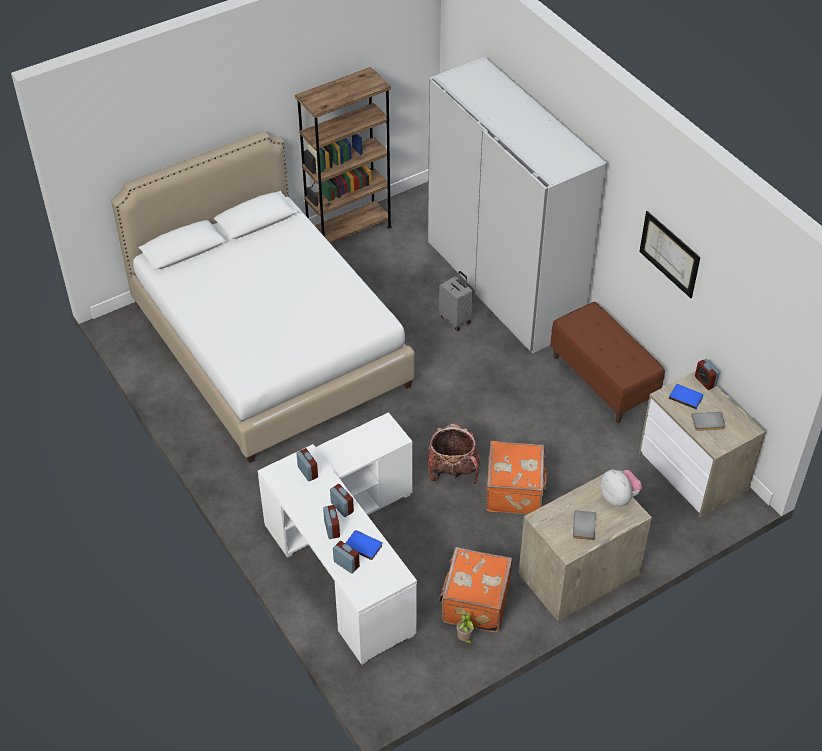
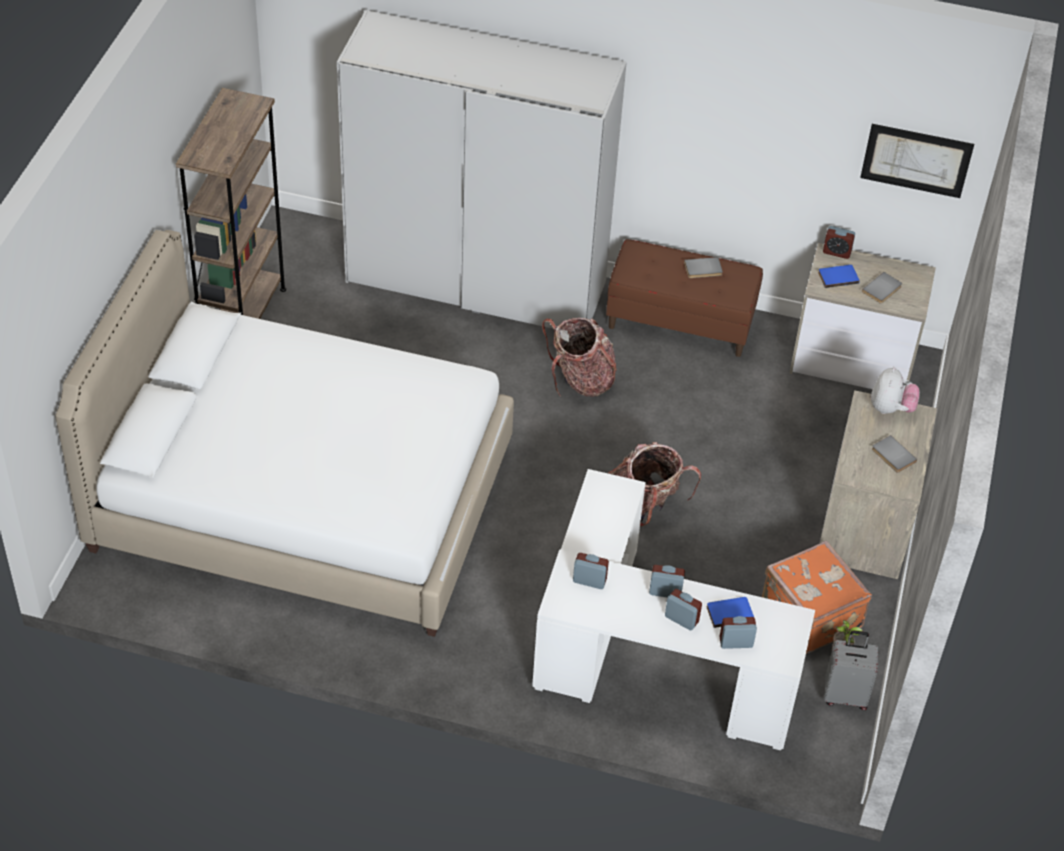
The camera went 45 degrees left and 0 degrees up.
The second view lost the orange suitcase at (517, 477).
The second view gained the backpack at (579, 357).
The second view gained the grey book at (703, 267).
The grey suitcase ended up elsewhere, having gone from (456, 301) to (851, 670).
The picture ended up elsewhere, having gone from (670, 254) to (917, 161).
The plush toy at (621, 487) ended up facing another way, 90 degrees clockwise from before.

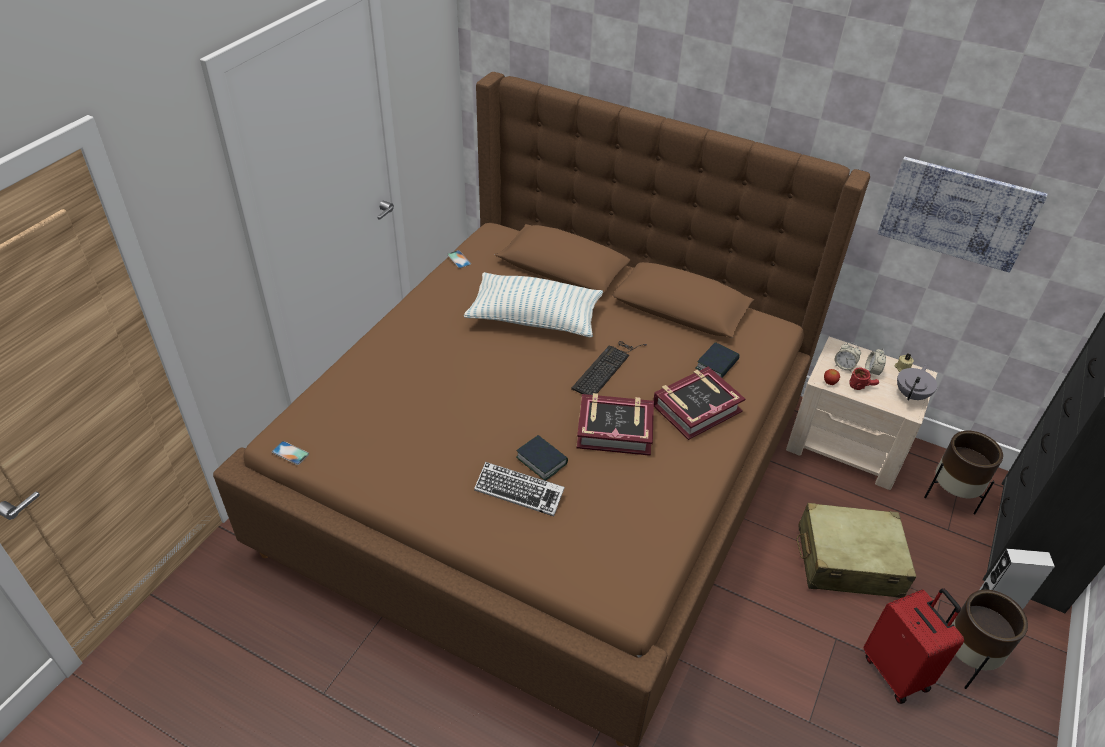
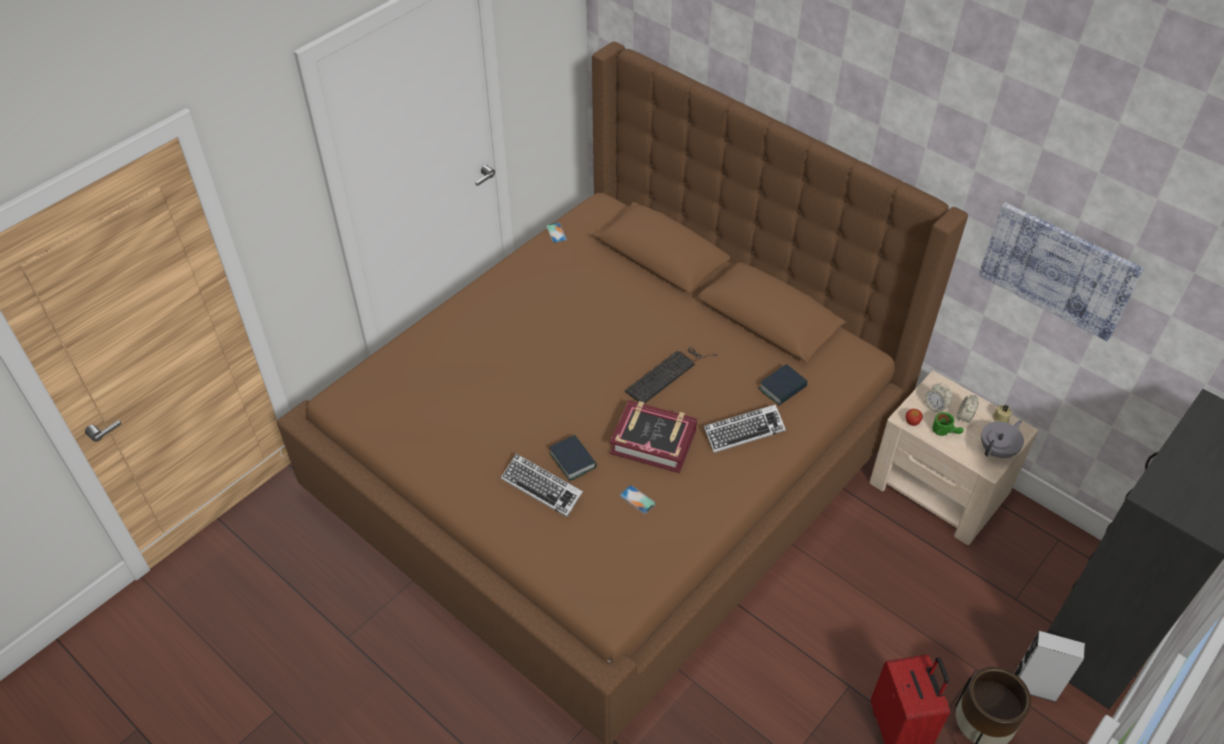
The camera went 15 degrees right and 5 degrees up.
The second view lost the pillow at (533, 305).
The second view lost the beige suitcase at (856, 550).
The second view lost the brown planter at (963, 473).
The phone ended up elsewhere, having gone from (290, 453) to (638, 499).
Where the book stood at (699, 403), the keyboard came to stand at (744, 428).
What was the red mug at (864, 378) turned into the green mug at (948, 424).

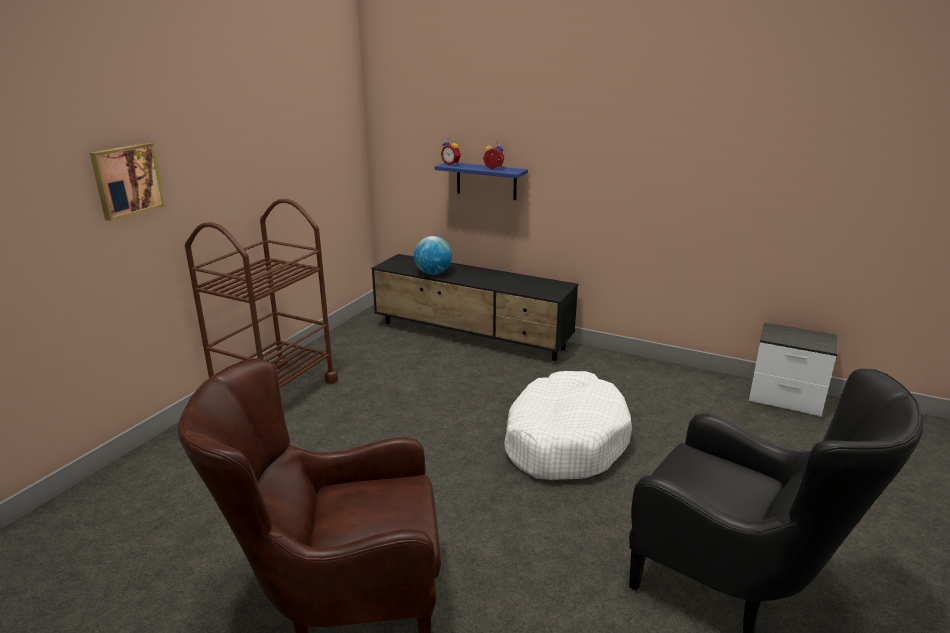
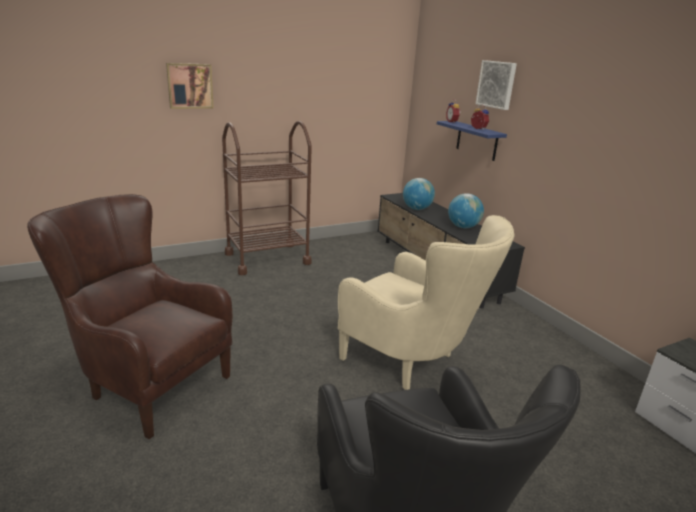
The camera went 35 degrees right and 0 degrees up.
The second view gained the globe at (466, 210).
The second view gained the picture at (496, 85).
Where the white dog bed stood at (568, 425), the beige armchair came to stand at (426, 302).

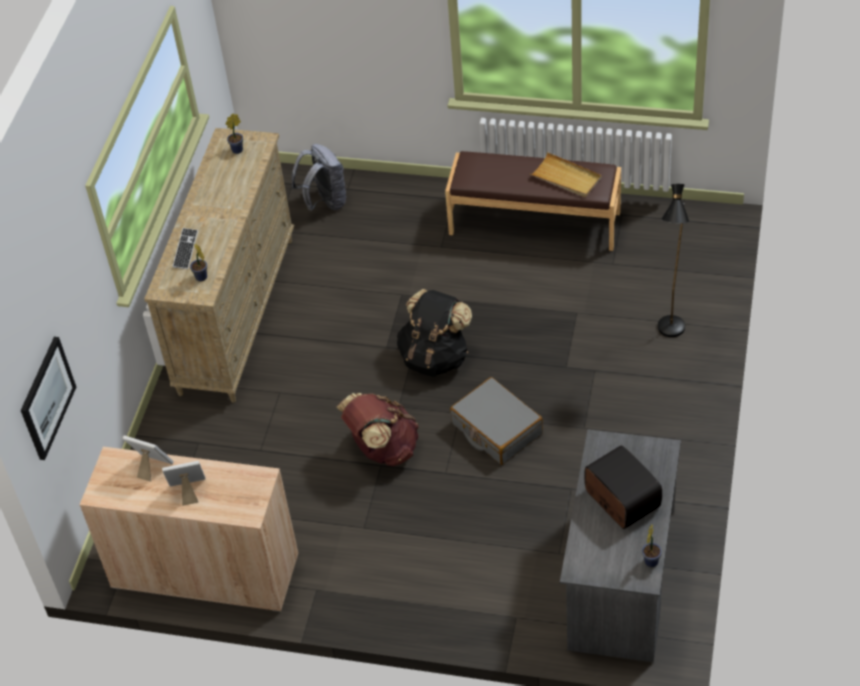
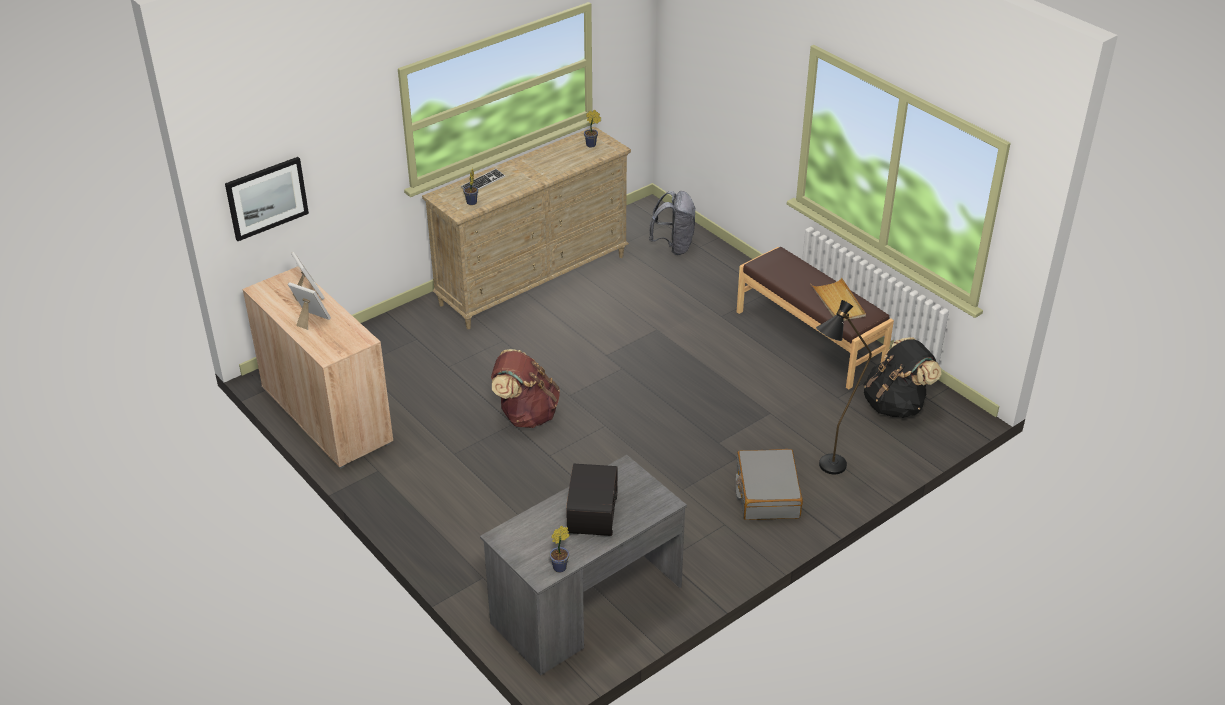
The camera went 35 degrees right and 10 degrees down.
The black backpack ended up elsewhere, having gone from (434, 333) to (903, 377).
The grey suitcase ended up elsewhere, having gone from (496, 421) to (769, 484).

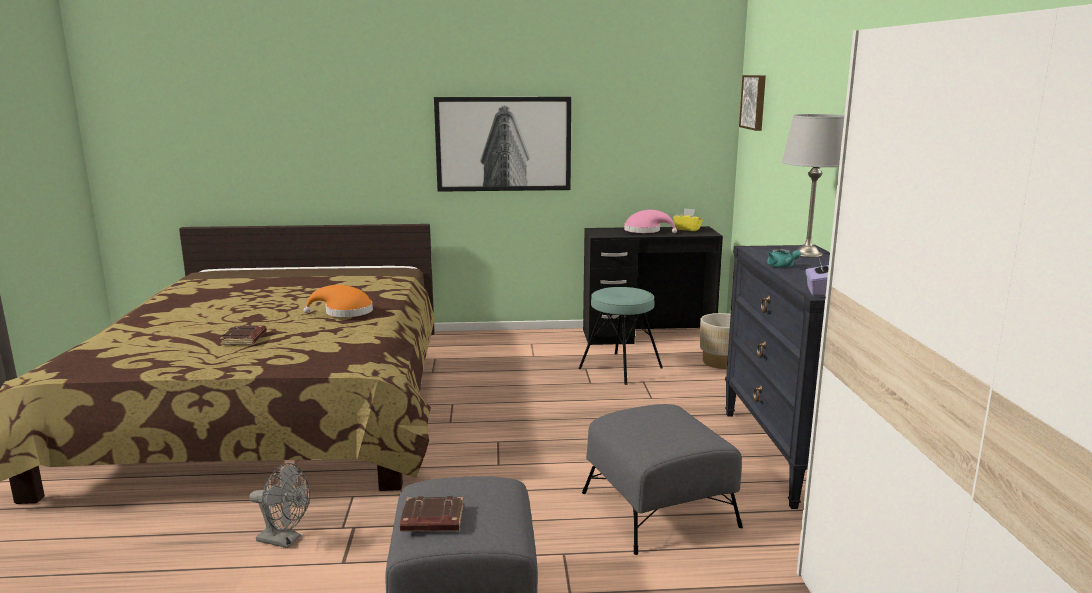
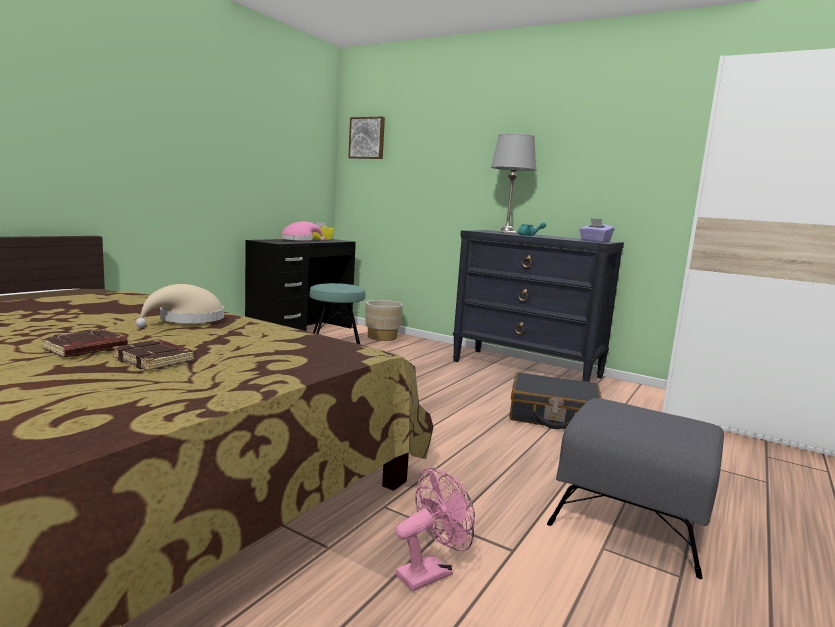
The camera went 55 degrees left and 5 degrees down.
The second view lost the picture at (502, 144).
The brown book ended up elsewhere, having gone from (432, 513) to (84, 343).
Where the grey ottoman stood at (662, 479), the black suitcase came to stand at (555, 400).
What was the grey fan at (279, 505) turned into the pink fan at (435, 529).
What was the orange hat at (338, 301) turned into the beige hat at (179, 306).

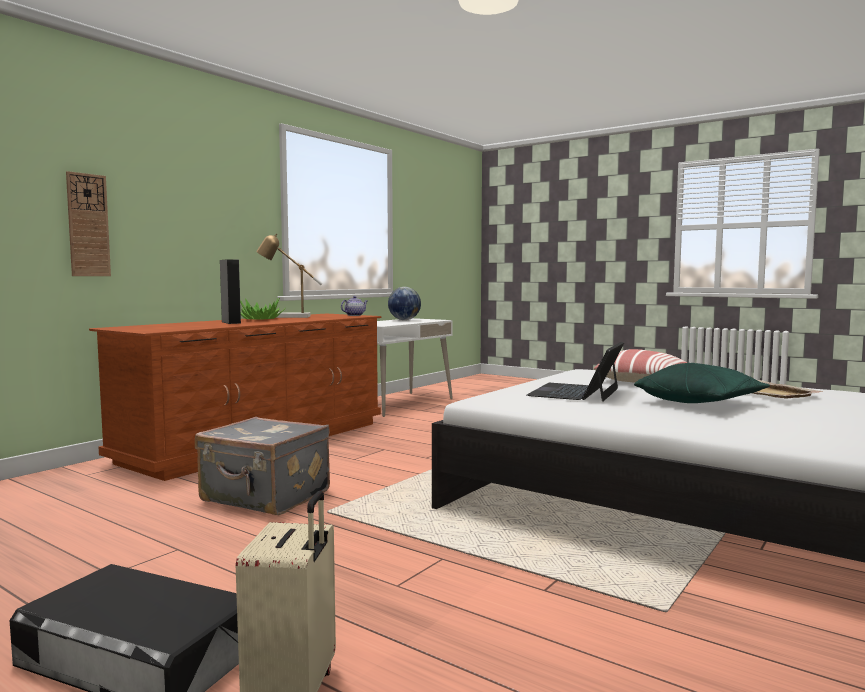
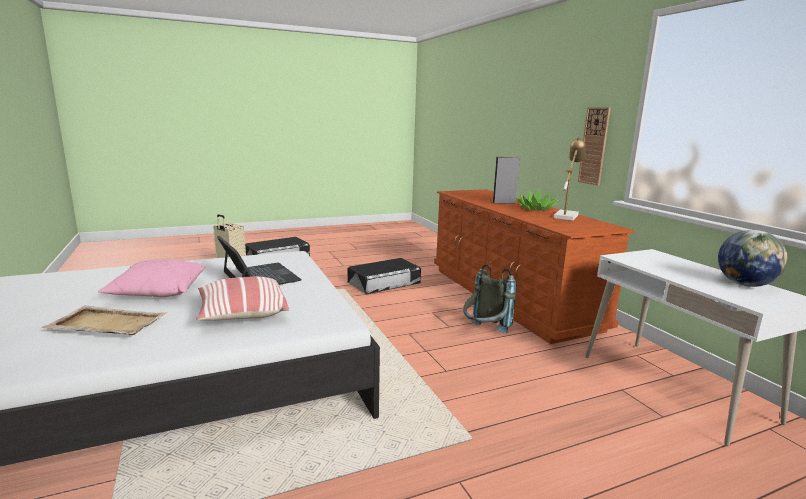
The camera went 120 degrees right and 10 degrees up.
The second view lost the teapot at (354, 306).
The second view gained the grey backpack at (490, 299).
The wall clock ended up elsewhere, having gone from (88, 223) to (594, 146).
Where the grey suitcase stood at (262, 466), the black storage box came to stand at (384, 276).
What was the green pillow at (702, 383) turned into the pink pillow at (151, 278).

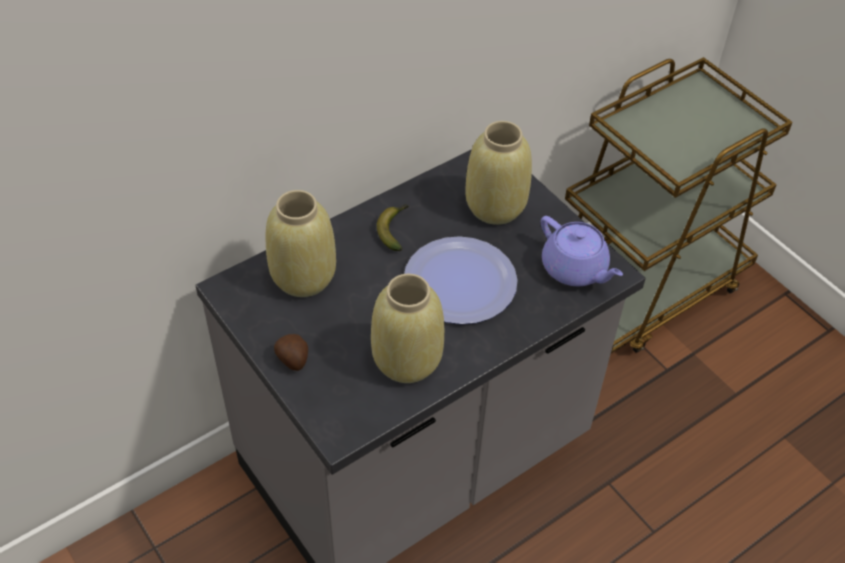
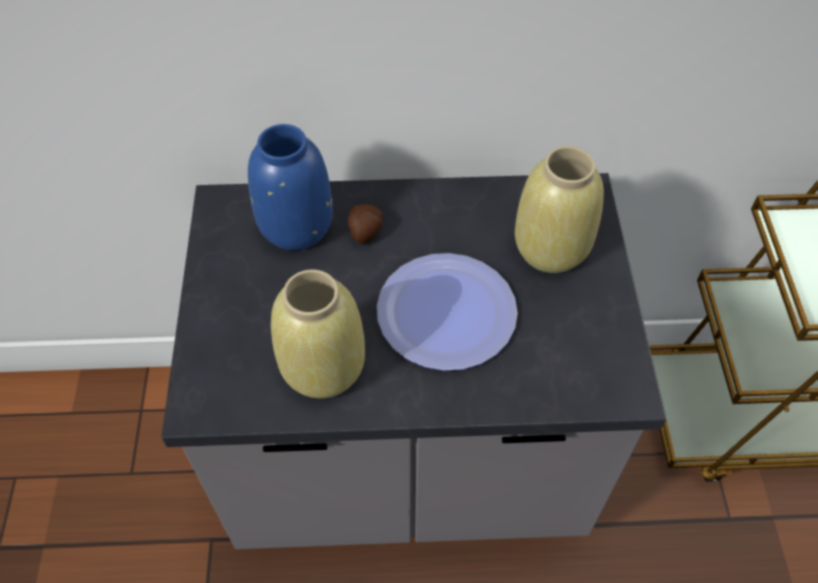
The camera went 35 degrees right and 5 degrees up.
The second view lost the banana at (393, 227).
The second view lost the purple teapot at (582, 251).
The potato ended up elsewhere, having gone from (291, 352) to (365, 224).
What was the beige vase at (300, 243) turned into the blue vase at (290, 187).

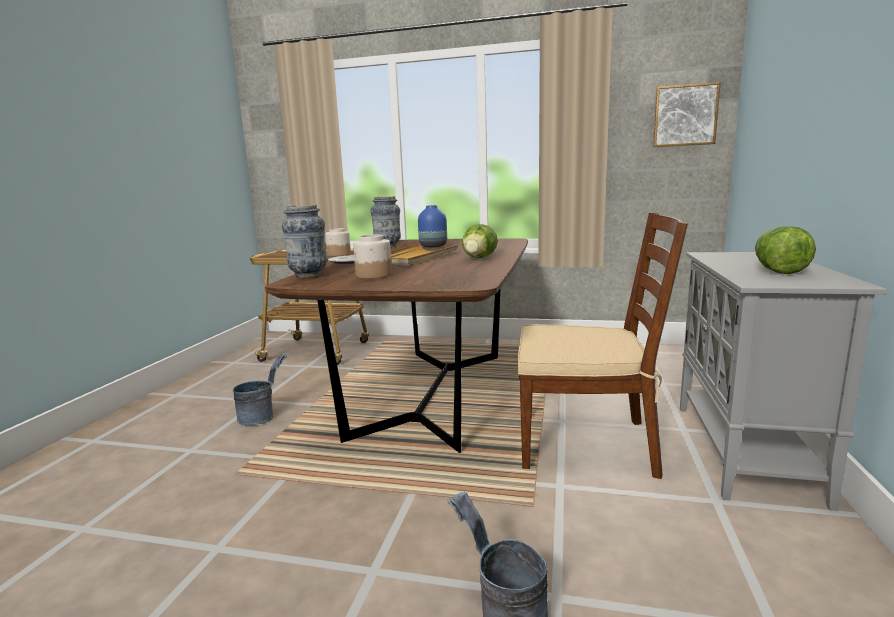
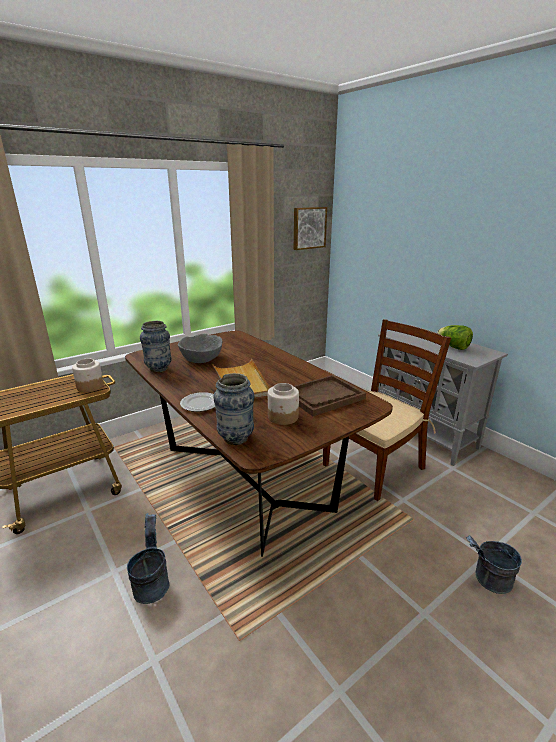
The camera went 50 degrees left and 10 degrees up.
The second view lost the lettuce at (480, 241).
The second view gained the brown tray at (329, 395).
Where the blue vase stood at (432, 226), the grey bowl came to stand at (200, 348).

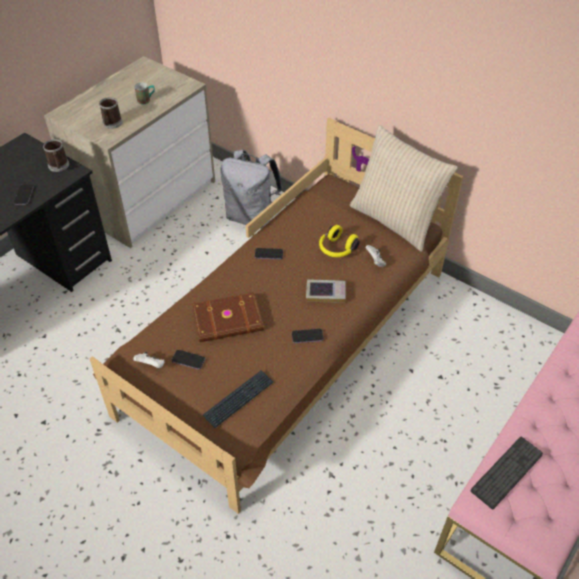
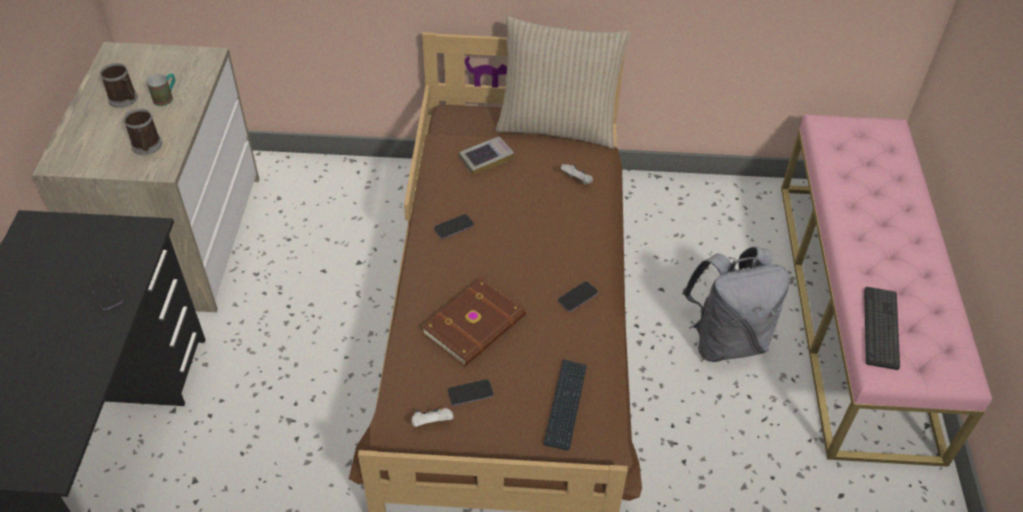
The camera went 35 degrees left and 0 degrees up.
The second view lost the yellow headphones at (339, 241).
The mug ended up elsewhere, having gone from (56, 155) to (119, 85).
The grey backpack ended up elsewhere, having gone from (251, 189) to (735, 304).
The book ended up elsewhere, having gone from (326, 291) to (486, 156).

